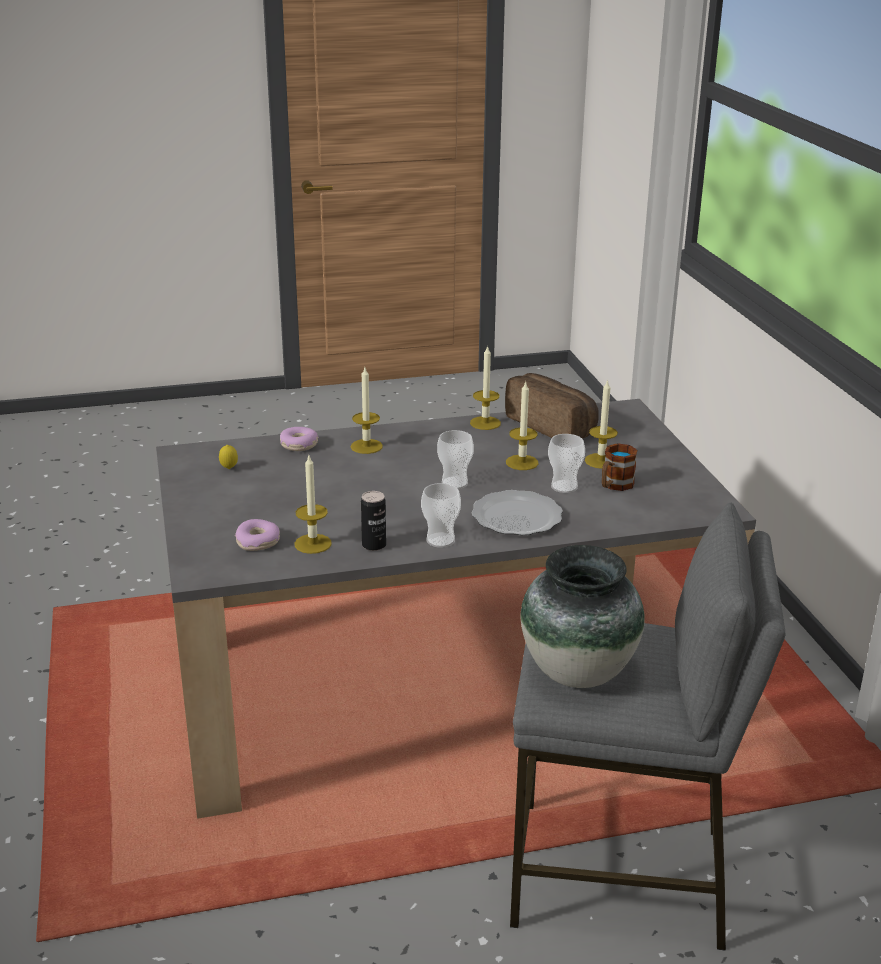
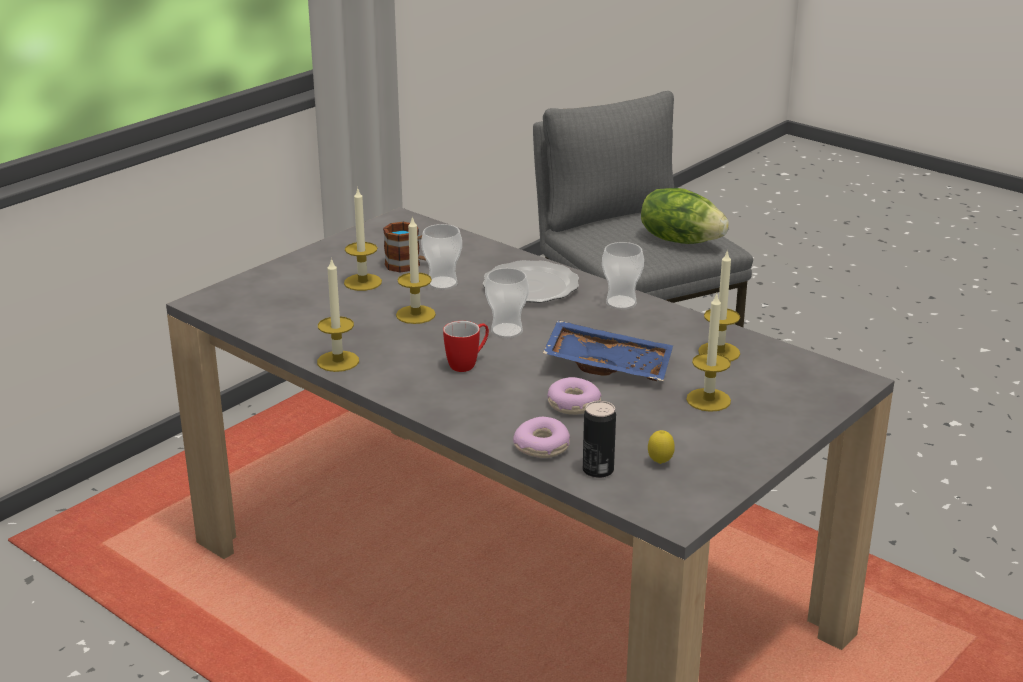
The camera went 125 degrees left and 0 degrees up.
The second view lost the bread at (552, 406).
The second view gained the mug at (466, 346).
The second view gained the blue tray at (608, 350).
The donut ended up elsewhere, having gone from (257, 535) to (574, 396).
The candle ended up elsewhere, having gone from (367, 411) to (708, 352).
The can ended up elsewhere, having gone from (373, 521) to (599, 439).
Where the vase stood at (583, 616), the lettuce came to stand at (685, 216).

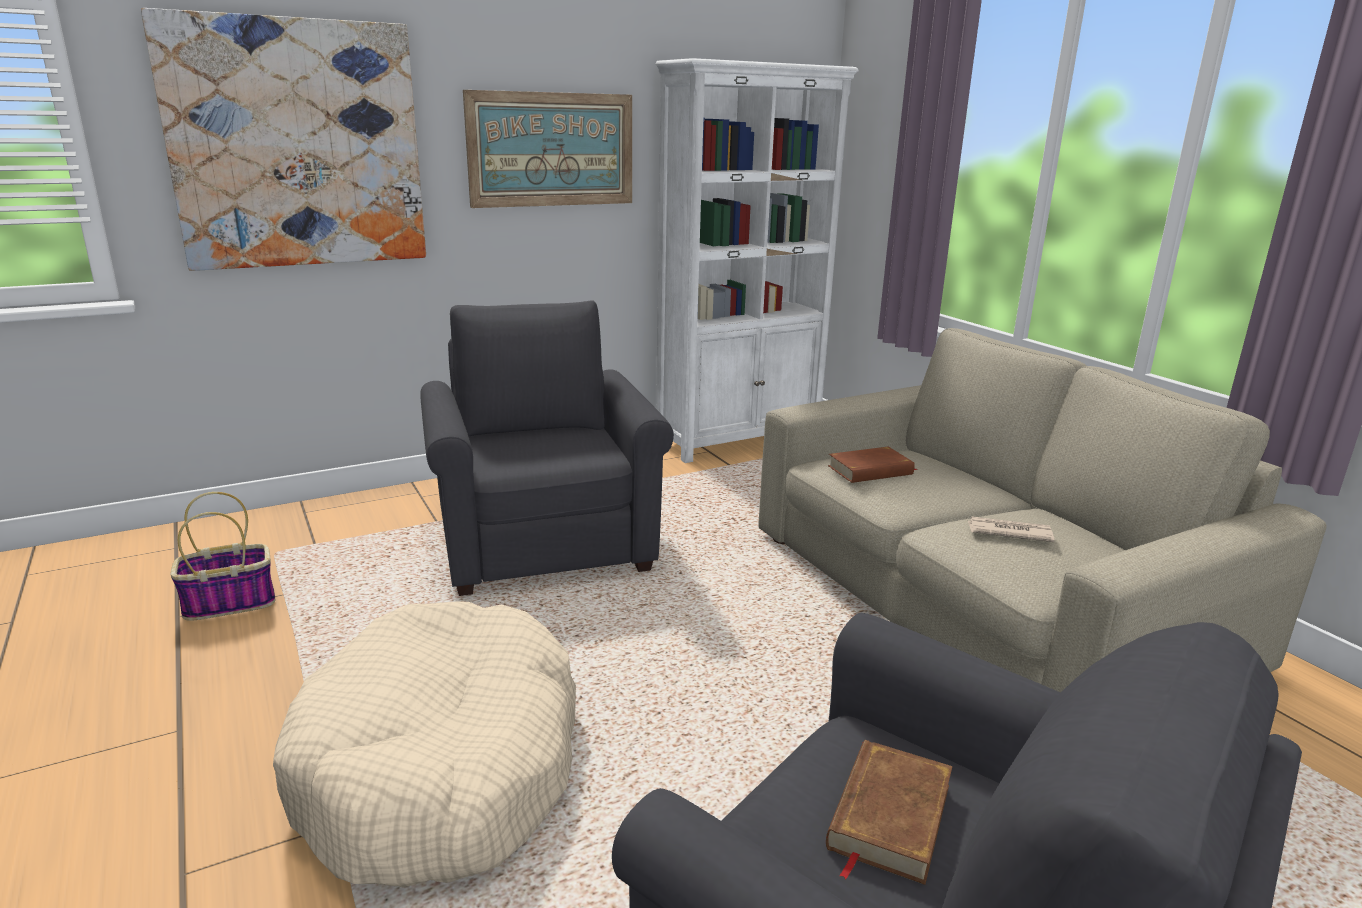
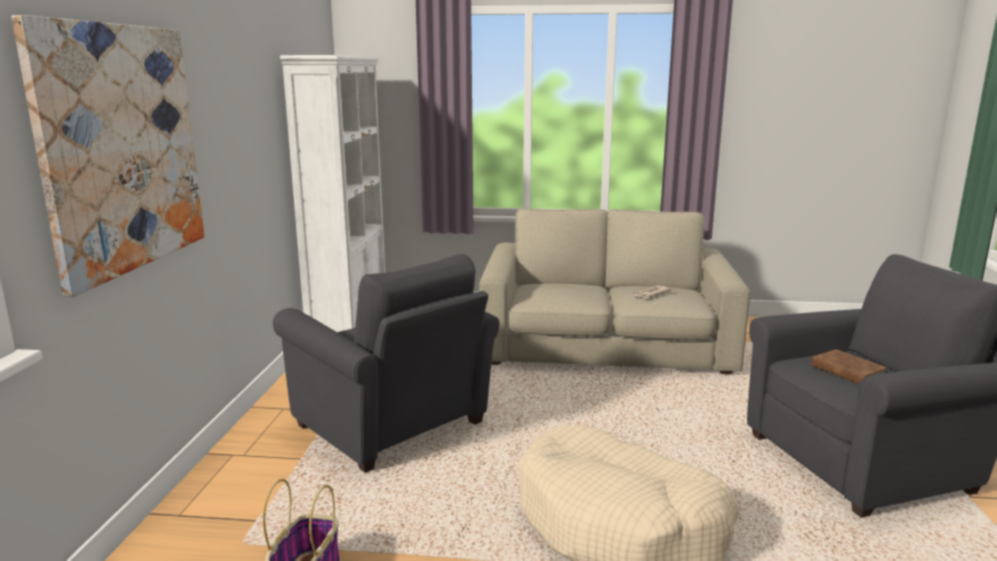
The camera went 55 degrees left and 5 degrees down.
The second view lost the picture at (547, 149).
The second view lost the brown book at (872, 465).
The grey armchair at (547, 448) ended up facing another way, 150 degrees counterclockwise from before.

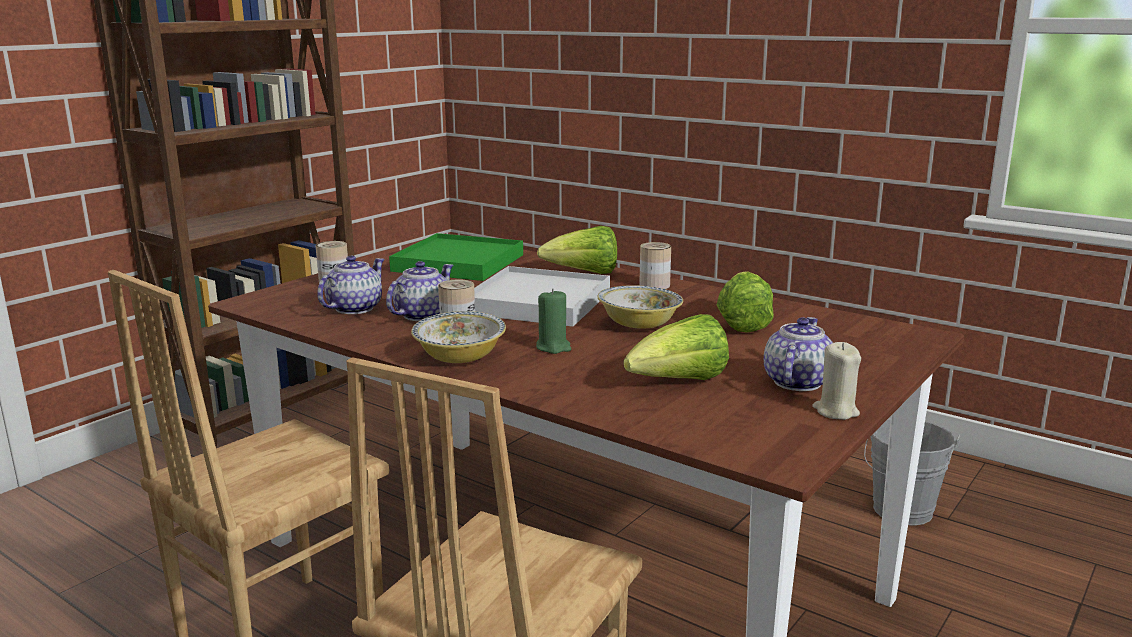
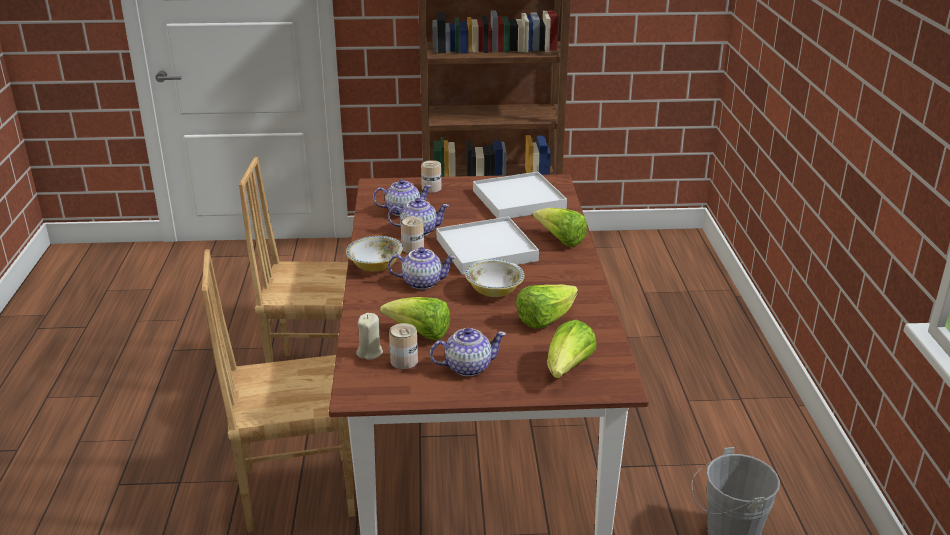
The camera went 50 degrees right and 10 degrees up.
The second view gained the lettuce at (572, 349).
The can ended up elsewhere, having gone from (655, 265) to (403, 346).
The beige candle ended up elsewhere, having gone from (836, 381) to (369, 336).
Where the green candle stood at (553, 321), the teapot came to stand at (422, 268).
What was the green tray at (456, 257) turned into the white tray at (520, 195).

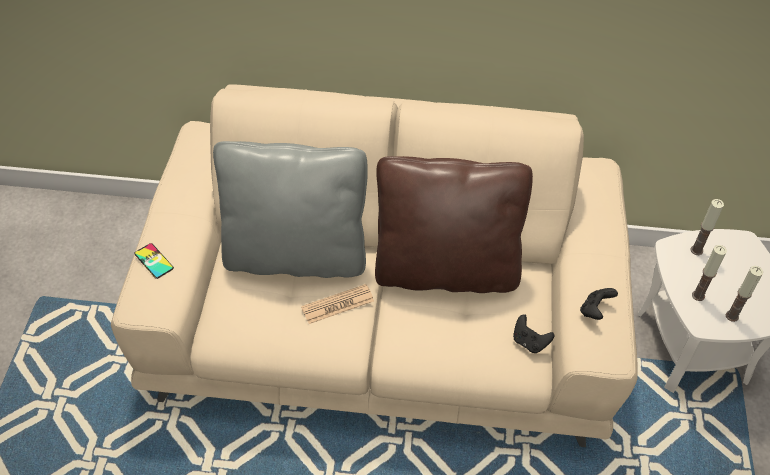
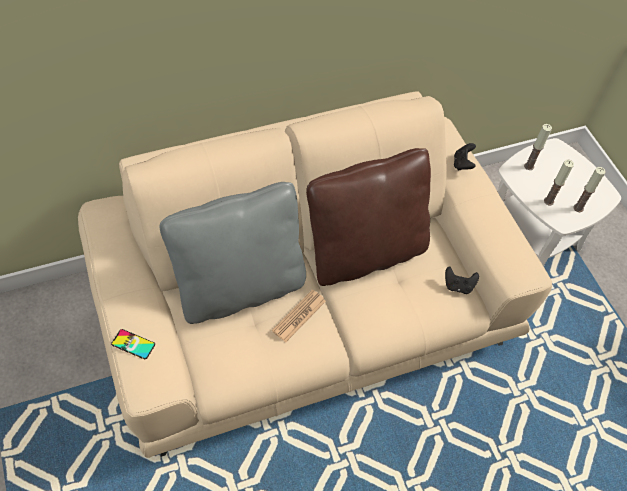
The camera went 30 degrees left and 5 degrees up.
The black game controller ended up elsewhere, having gone from (599, 304) to (465, 157).

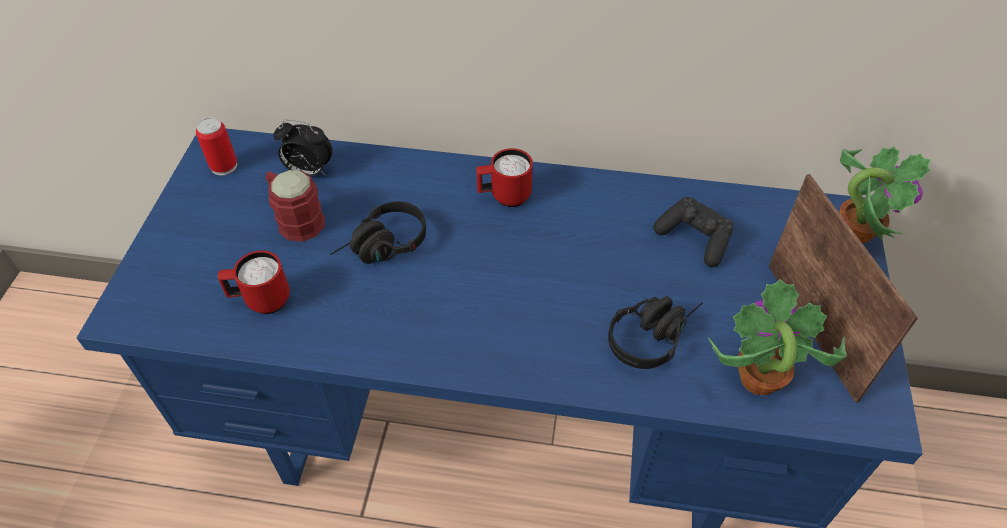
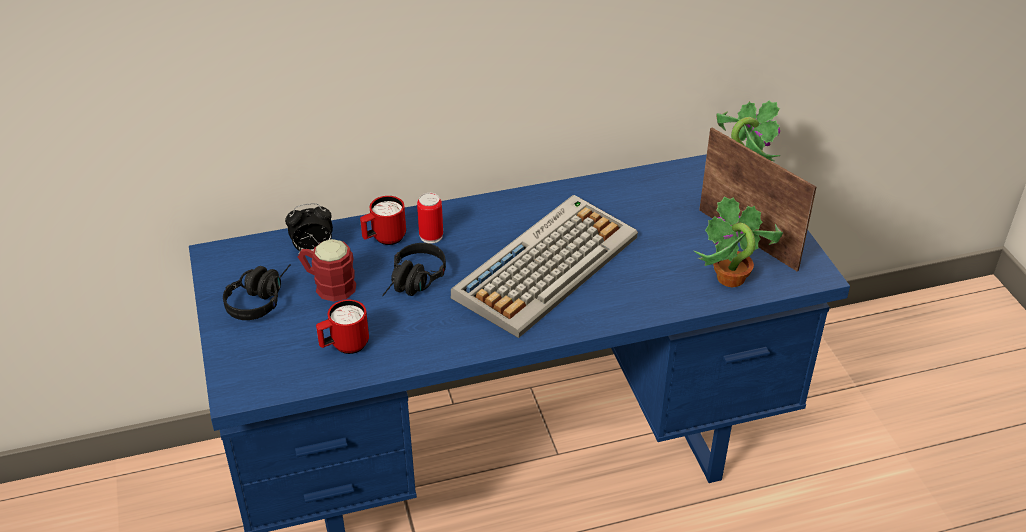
The camera went 25 degrees left and 10 degrees down.
The second view lost the black game controller at (693, 232).
The second view gained the keyboard at (544, 266).
The can ended up elsewhere, having gone from (216, 146) to (430, 218).
The red mug ended up elsewhere, having gone from (504, 177) to (383, 220).
The black headphones ended up elsewhere, having gone from (655, 332) to (257, 292).

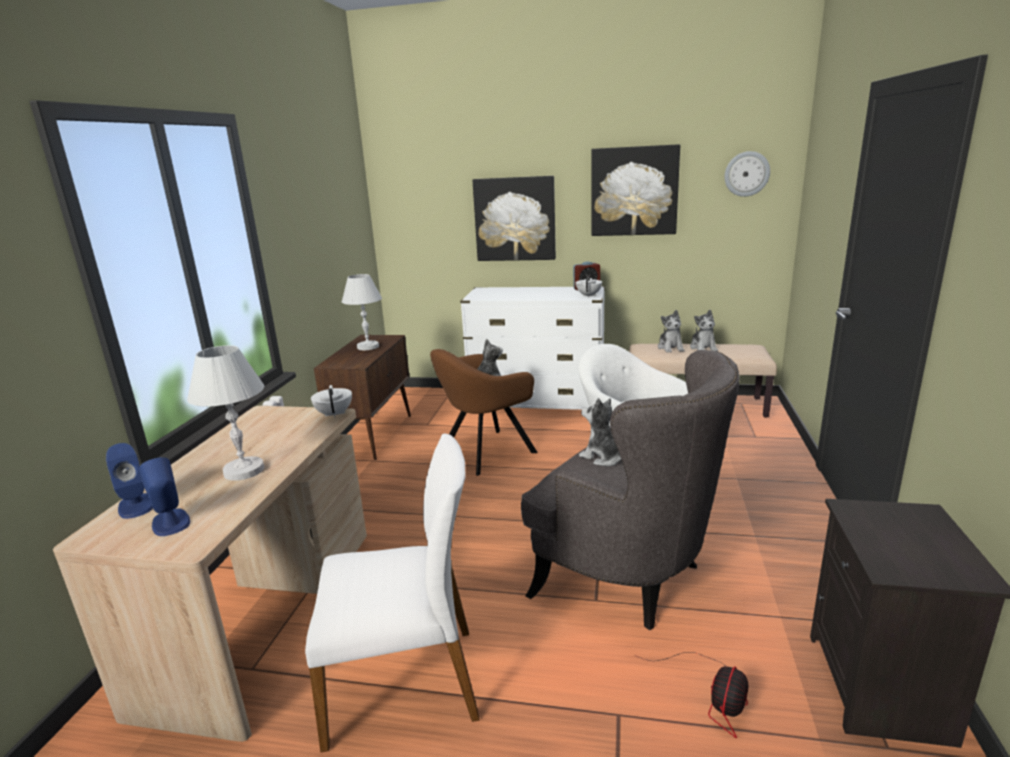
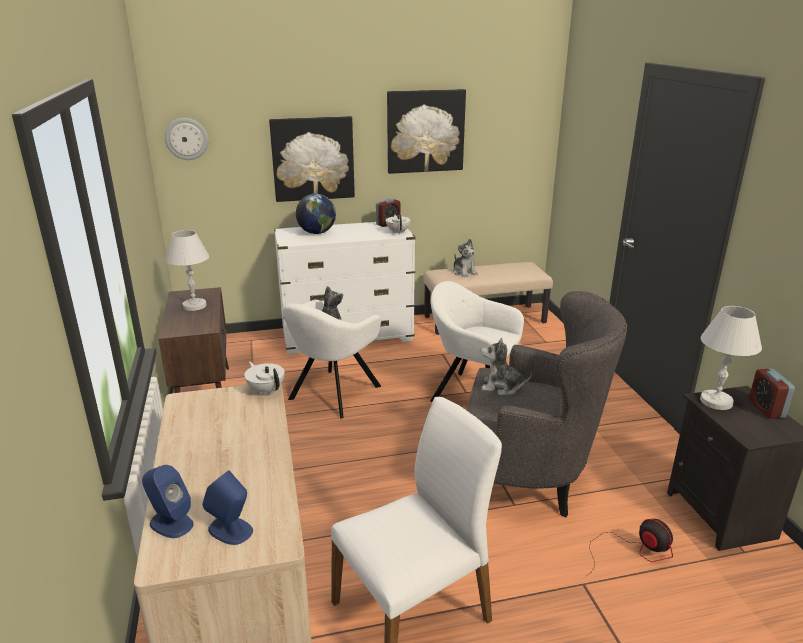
The camera went 25 degrees left and 5 degrees up.
The second view lost the plush toy at (704, 330).
The second view gained the globe at (316, 214).
The second view gained the alarm clock at (772, 394).
The white table lamp ended up elsewhere, having gone from (226, 413) to (731, 358).
The wall clock ended up elsewhere, having gone from (747, 174) to (186, 139).
What was the brown armchair at (483, 412) turned into the white armchair at (331, 359).
The fan at (691, 695) ended up facing another way, 45 degrees counterclockwise from before.

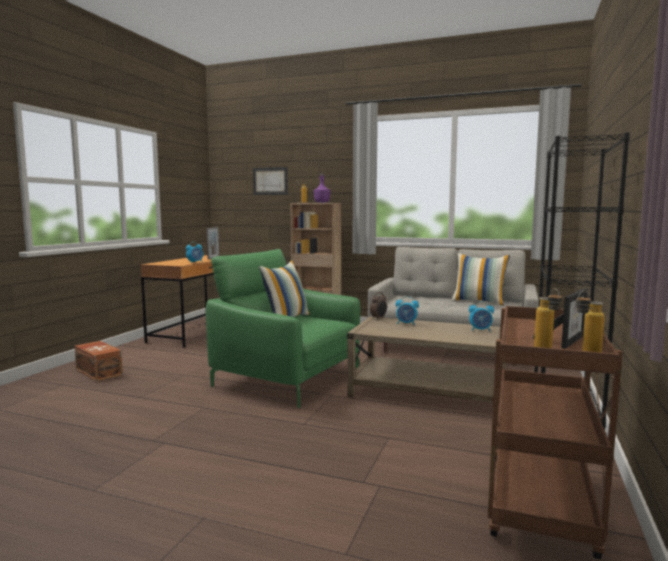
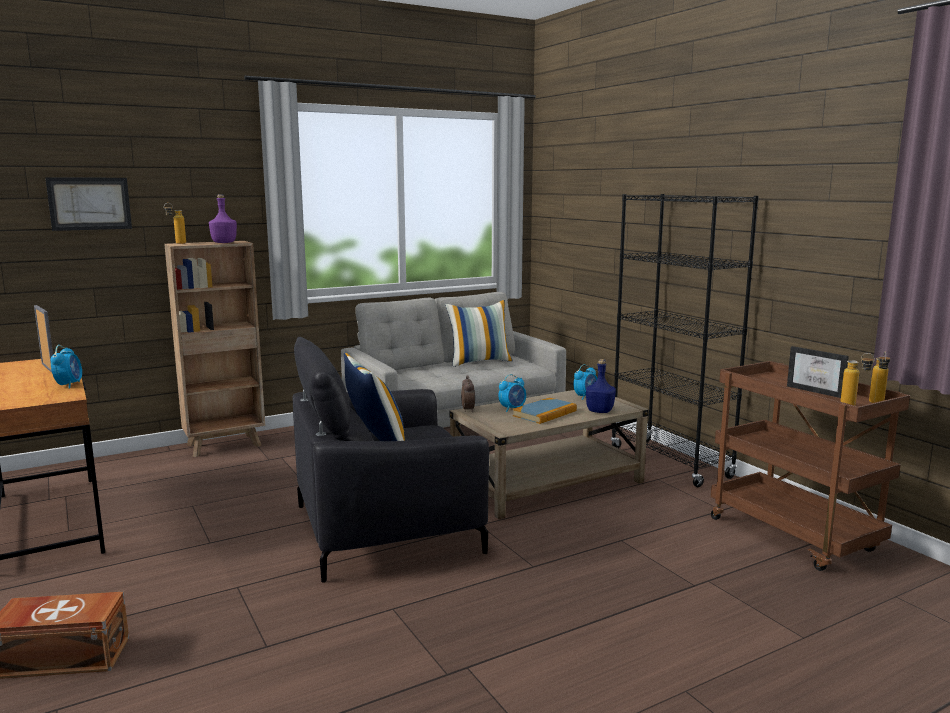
The camera went 50 degrees left and 5 degrees up.
The second view gained the book at (545, 411).
The second view gained the blue bottle at (601, 386).
What was the green armchair at (283, 328) turned into the black armchair at (390, 460).
The picture frame at (560, 318) ended up facing another way, 150 degrees clockwise from before.

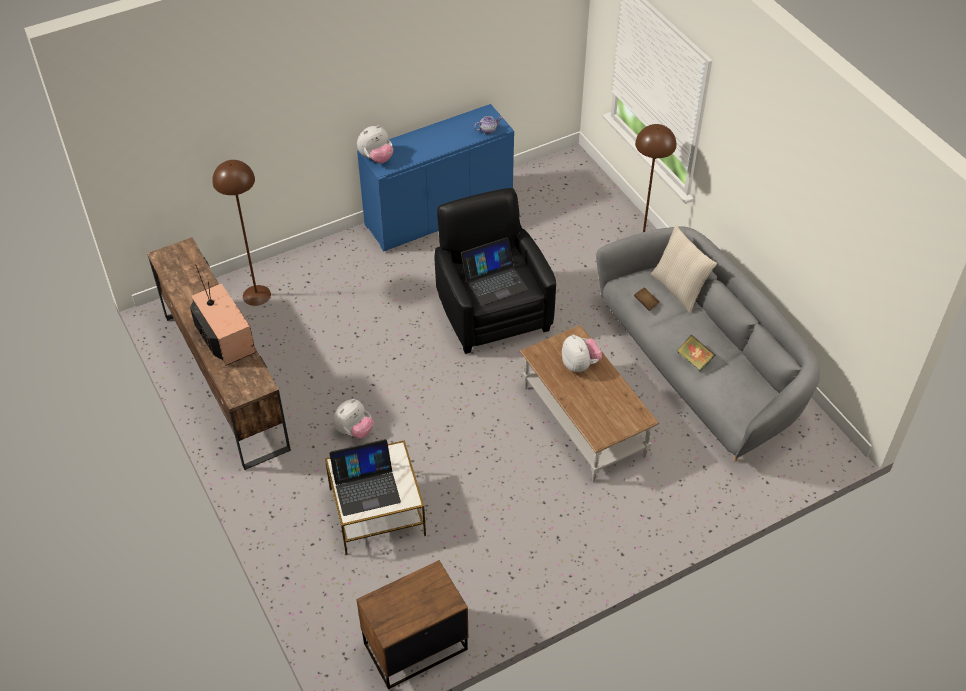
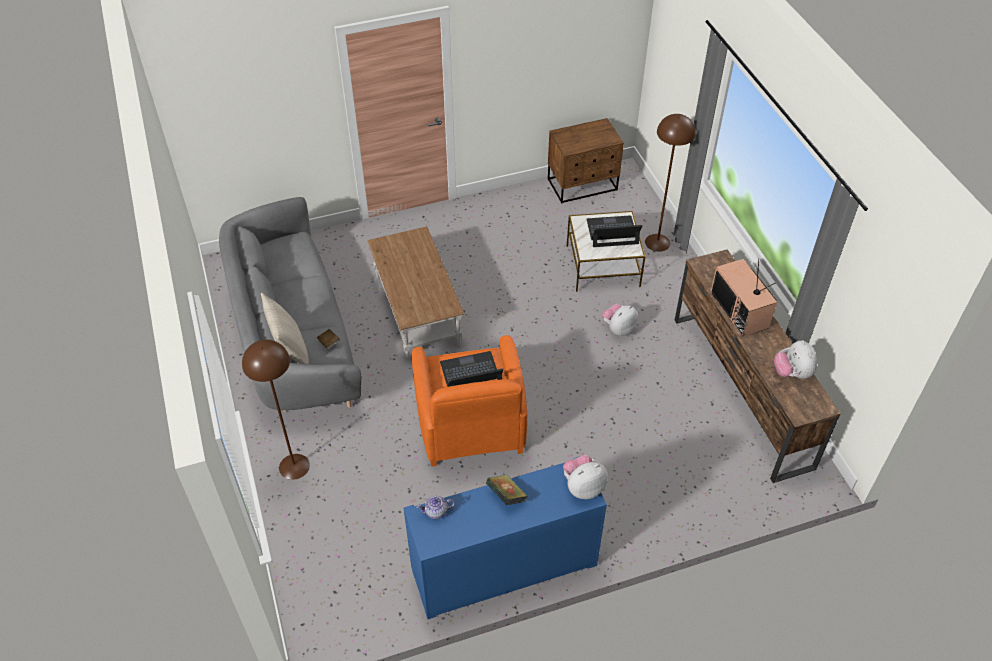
The camera went 170 degrees left and 0 degrees up.
The brown floor lamp ended up elsewhere, having gone from (241, 233) to (670, 183).
The plush toy ended up elsewhere, having gone from (582, 353) to (795, 359).
The book ended up elsewhere, having gone from (696, 353) to (507, 490).
What was the black armchair at (495, 271) turned into the orange armchair at (470, 401).

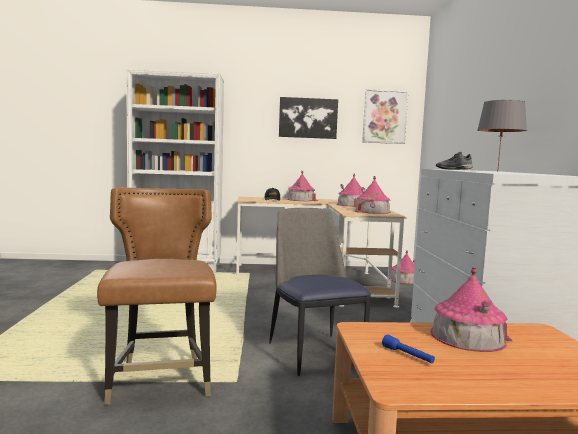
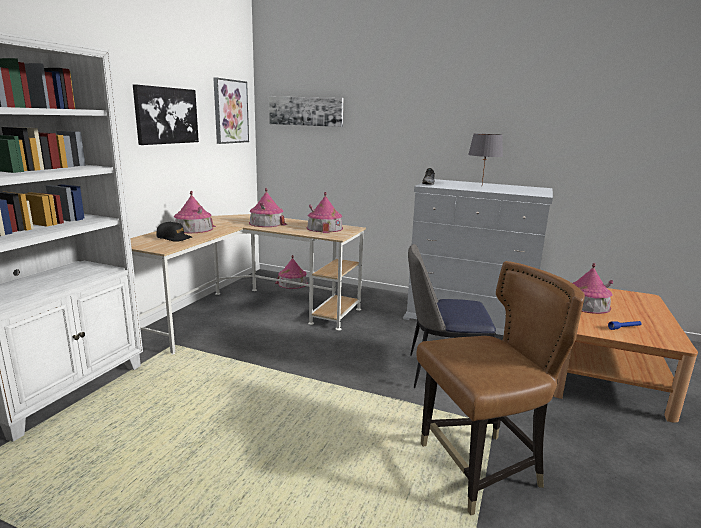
The camera went 65 degrees left and 10 degrees up.
The second view gained the picture at (306, 112).
The brown chair at (157, 296) ended up facing another way, 150 degrees clockwise from before.

